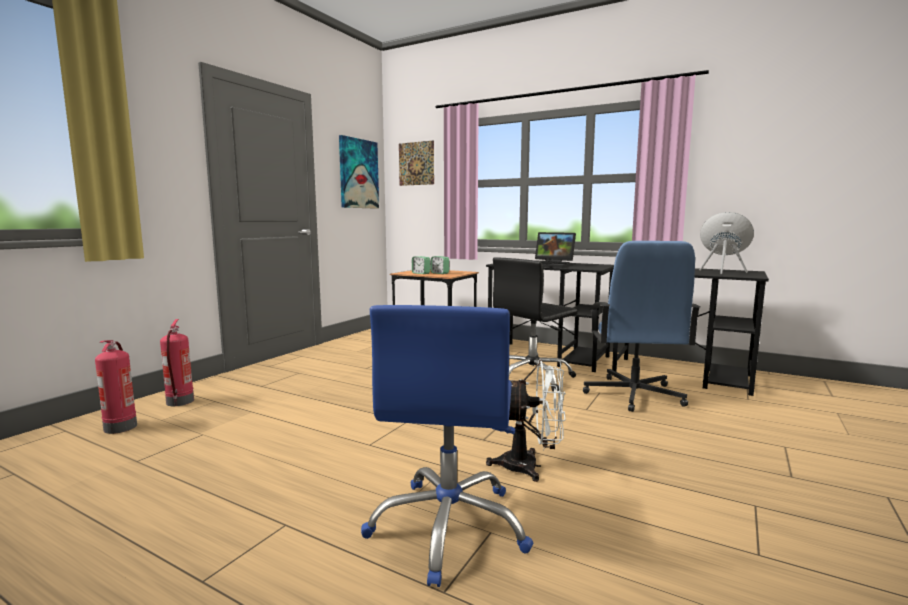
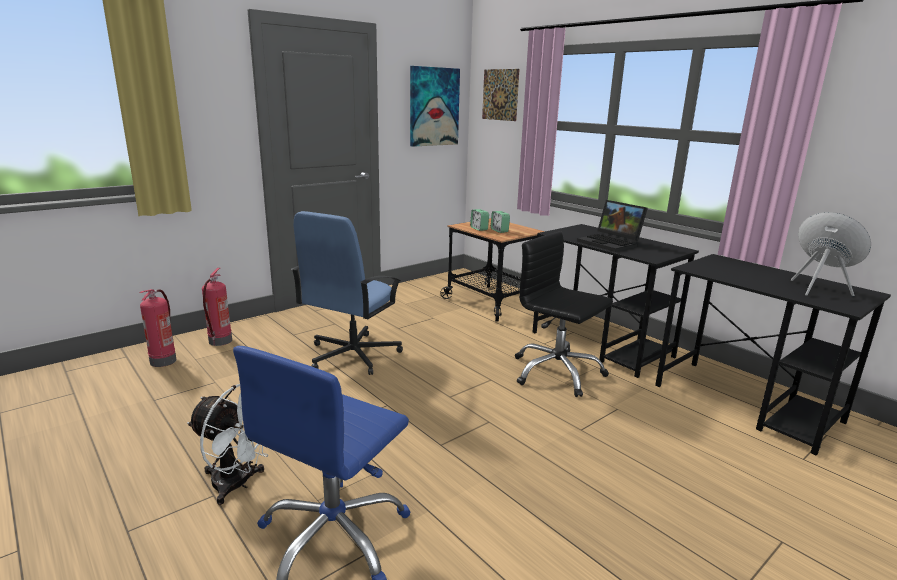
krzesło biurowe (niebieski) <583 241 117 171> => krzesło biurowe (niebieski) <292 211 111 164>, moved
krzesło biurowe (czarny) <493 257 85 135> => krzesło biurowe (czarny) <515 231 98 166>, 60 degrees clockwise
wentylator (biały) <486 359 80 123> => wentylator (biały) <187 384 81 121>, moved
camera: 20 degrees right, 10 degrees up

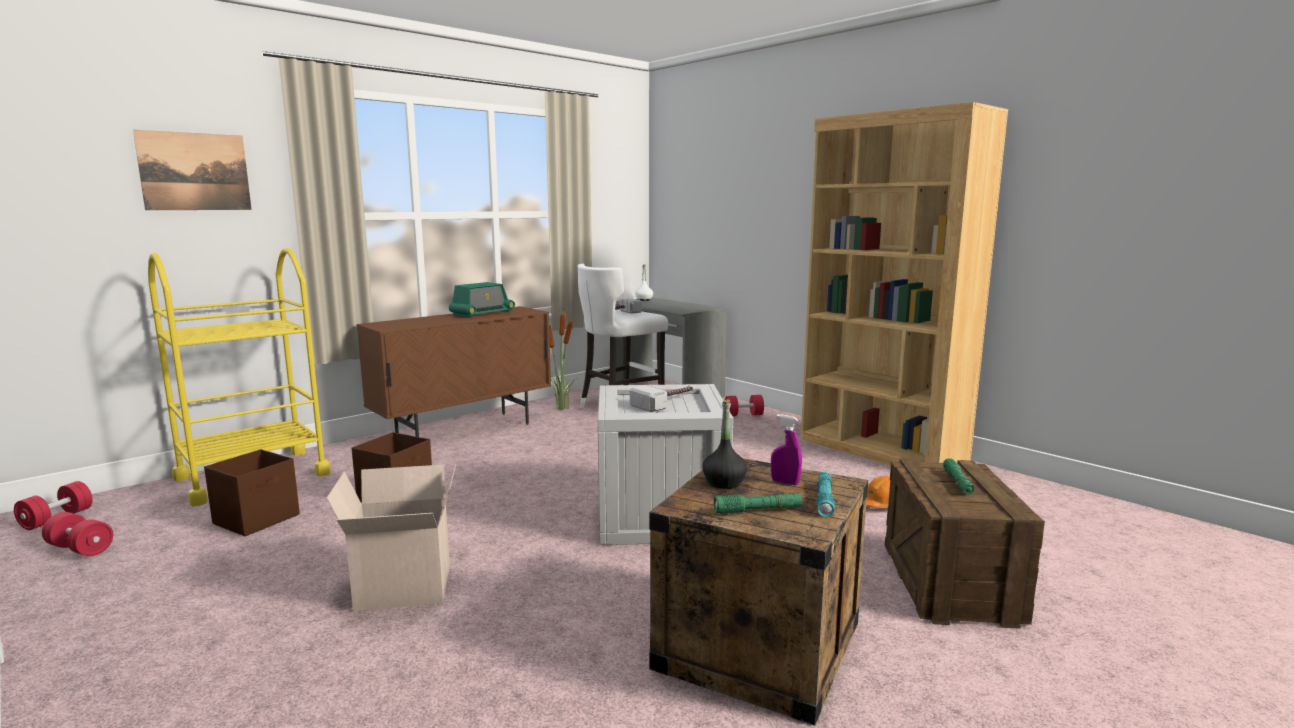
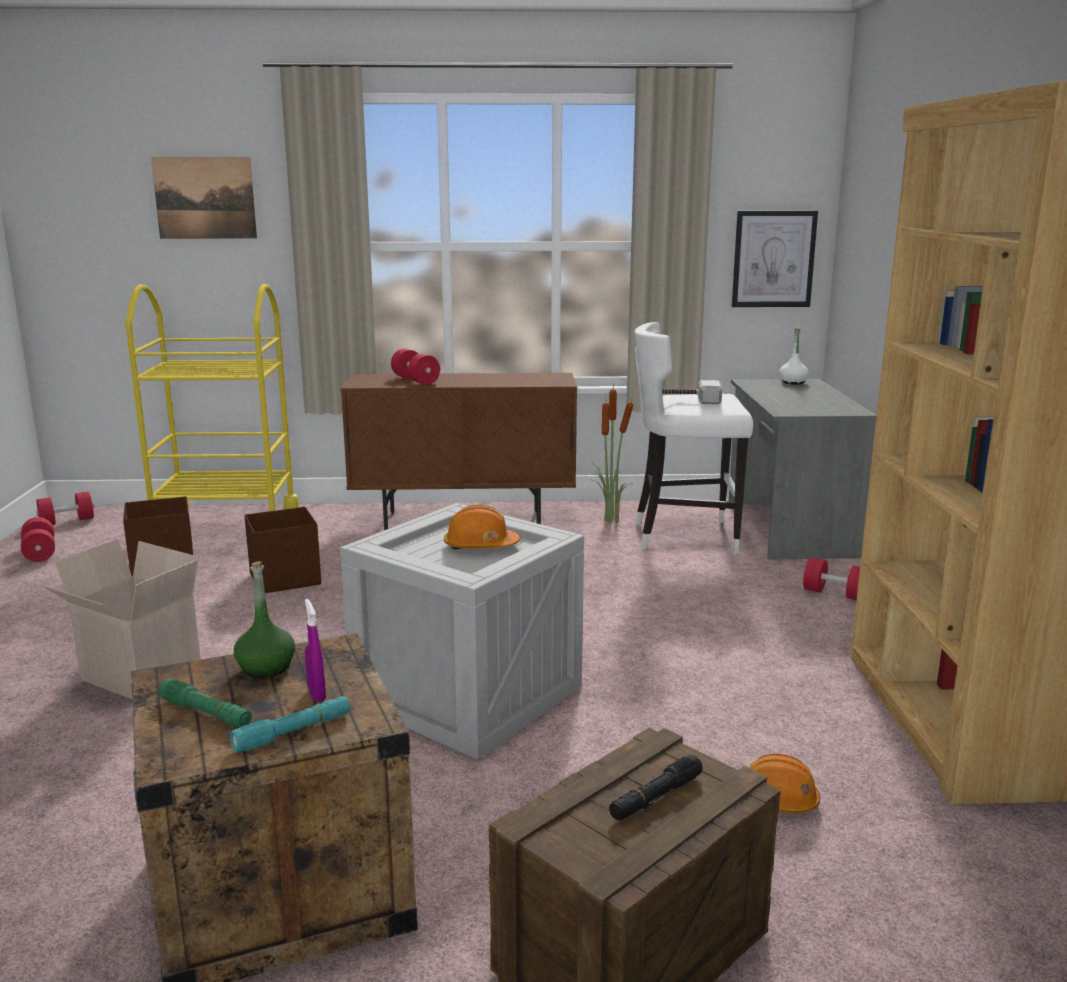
radio <449 282 66 36> => nothing
młotek <630 385 65 27> => kask (pomarańczowy) <444 505 76 45>
butelka (czarny) <702 399 45 90> => butelka (zielony) <234 561 61 117>
latarka (zielony) <943 458 31 36> => latarka (czarny) <609 755 94 65>
nothing => obraz <732 211 86 96>
nothing => hantel (czerwony) <391 348 49 37>
camera: 40 degrees right, 5 degrees up

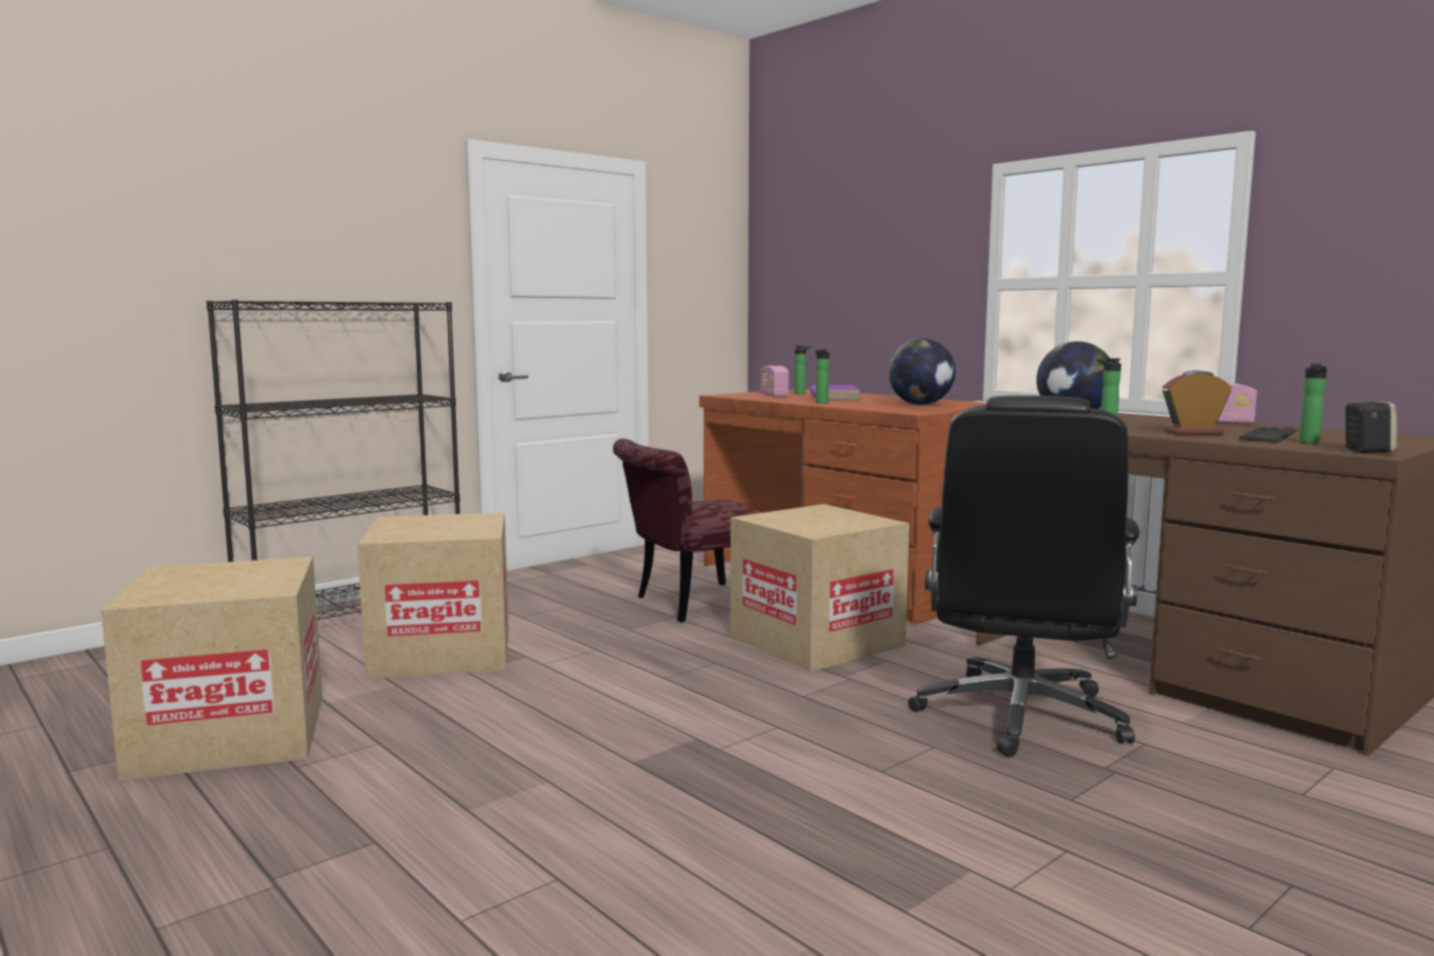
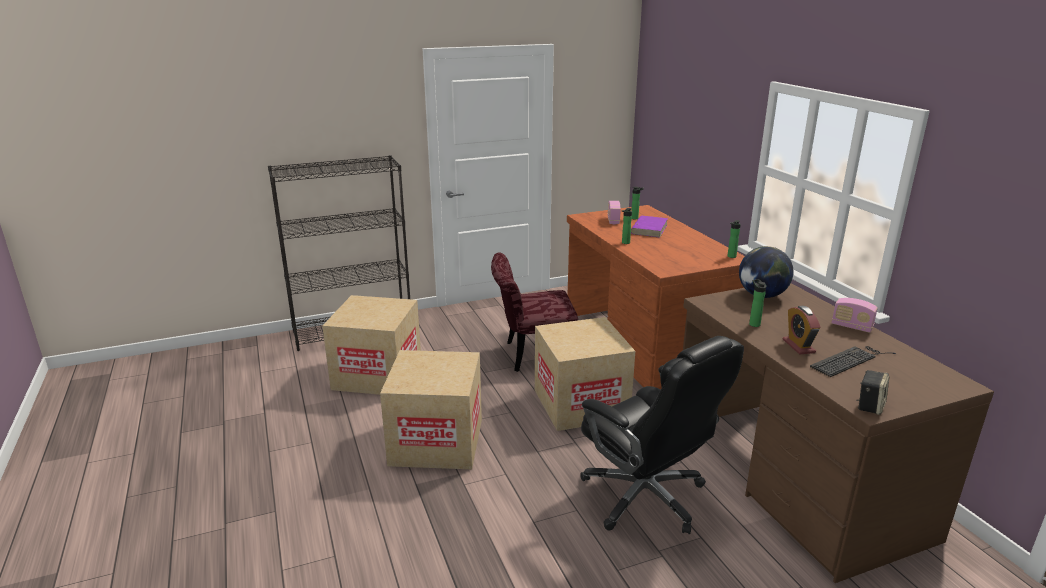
globus <888 338 68 67> => nothing
butelka <1299 364 28 79> => butelka <727 220 14 38>, moved
budzik <1162 370 69 65> => budzik <783 306 37 49>, 120 degrees counterclockwise
krzesło biurowe (czarny) <908 395 232 362> => krzesło biurowe (czarny) <580 336 164 198>, 75 degrees counterclockwise
karton <101 557 221 224> => karton <380 350 102 119>, moved
camera: 20 degrees right, 15 degrees up

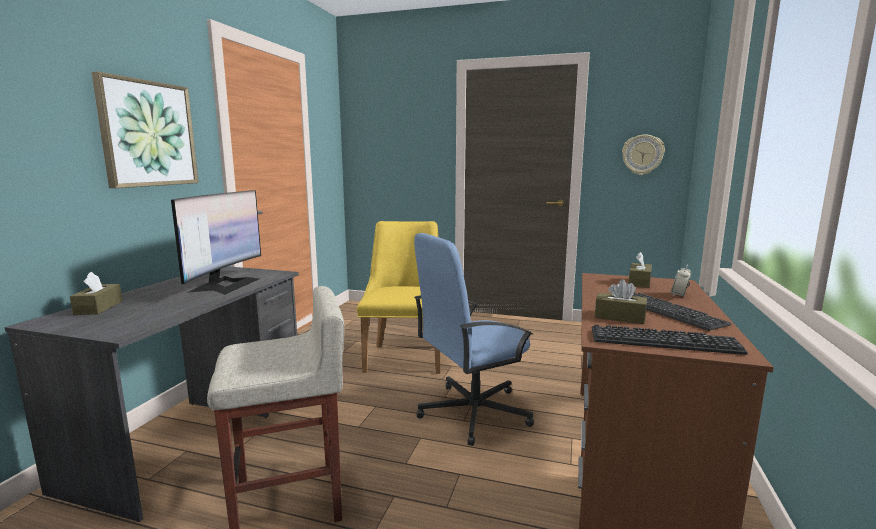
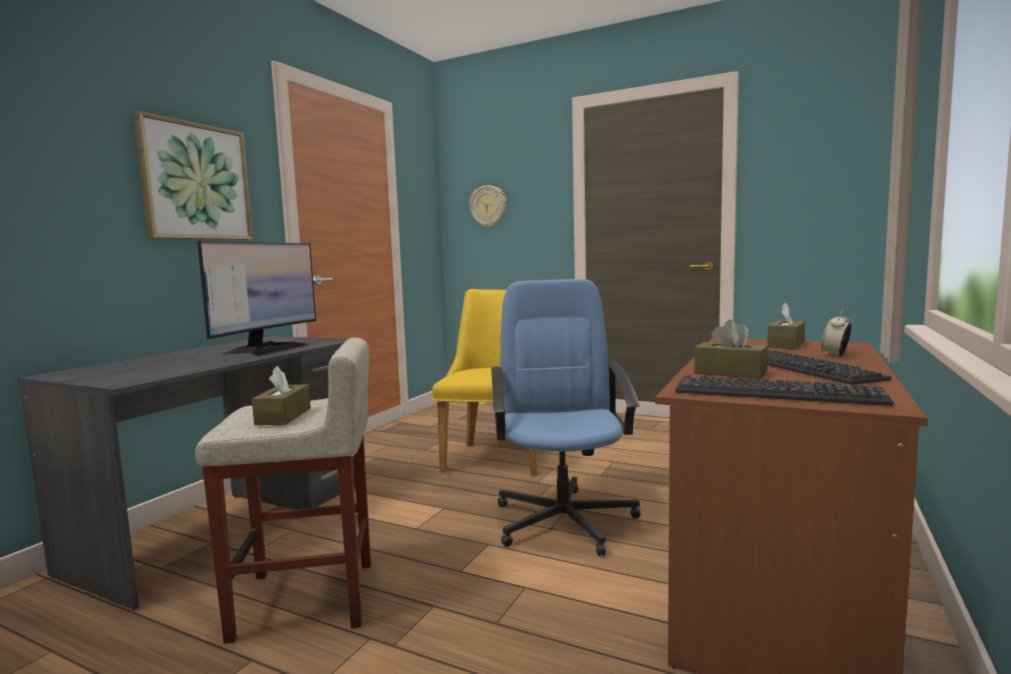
zegar ścienny <622 134 43 41> => zegar ścienny <469 185 37 43>, moved
krzesło biurowe (niebieski) <414 233 120 213> => krzesło biurowe (niebieski) <491 279 149 277>, 105 degrees clockwise
pudełko chusteczek (brązowy) <70 272 52 43> => pudełko chusteczek (brązowy) <252 366 59 59>, moved
camera: 10 degrees right, 5 degrees down

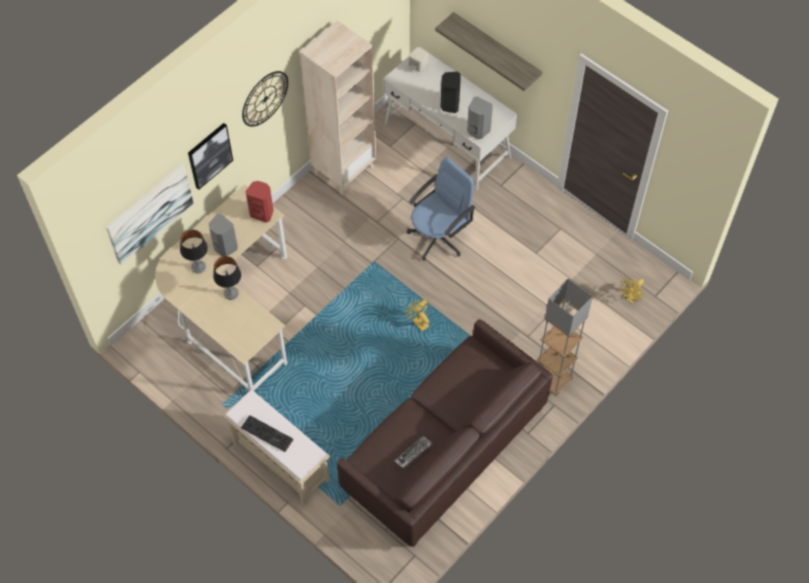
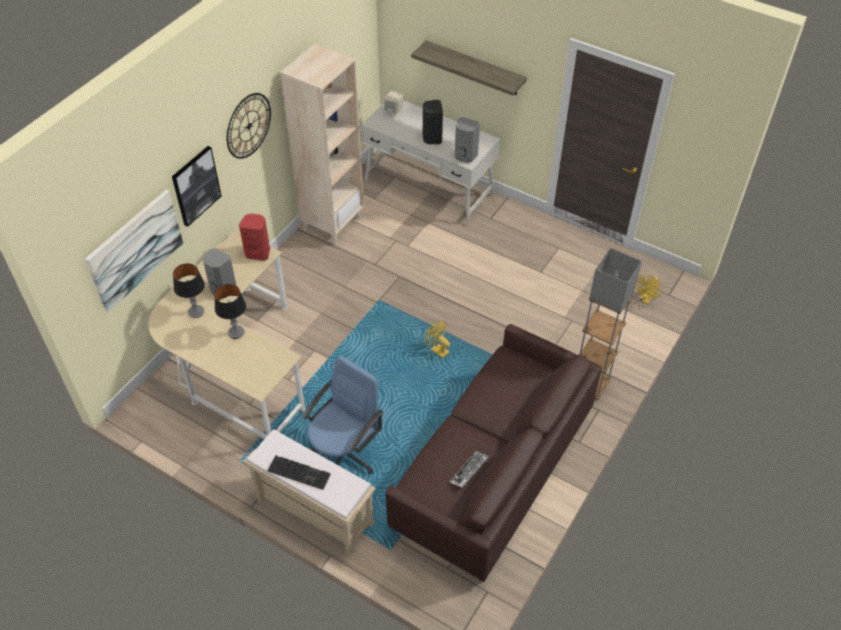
krzesło biurowe (niebieski) <407 157 68 104> => krzesło biurowe (niebieski) <302 356 81 118>, moved
camera: 10 degrees left, 10 degrees down

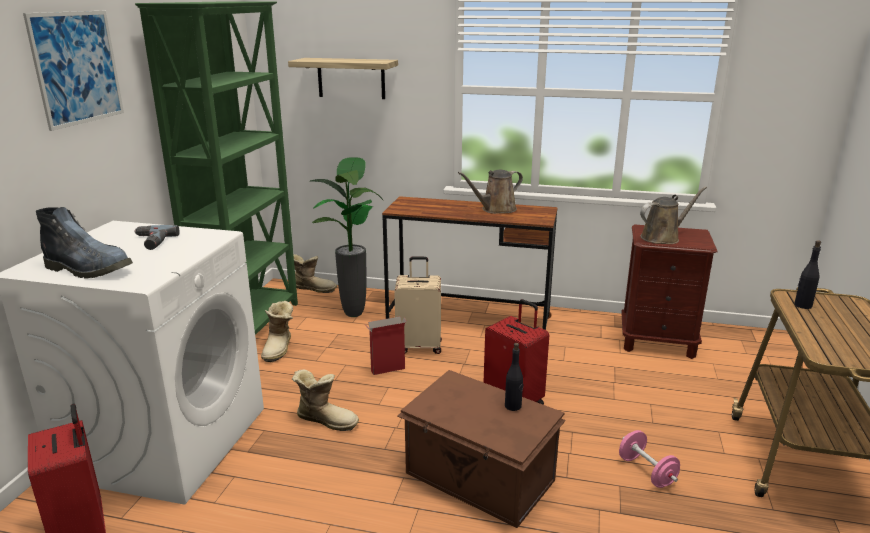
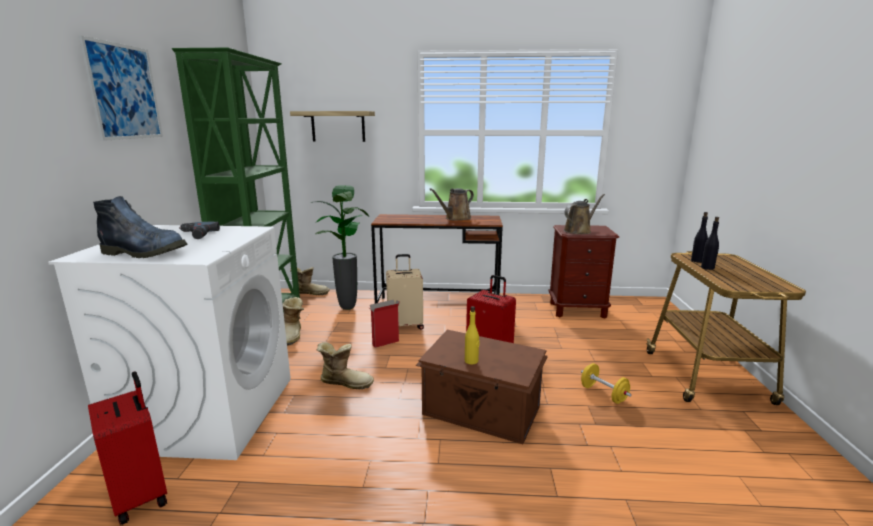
butelka (czarny) <505 343 19 68> => butelka (czarny) <701 217 18 53>, moved
hantel (różowy) <619 430 61 58> => hantel (żółty) <581 363 51 41>
nothing => butelka (żółty) <465 306 15 59>
camera: 10 degrees left, 5 degrees down

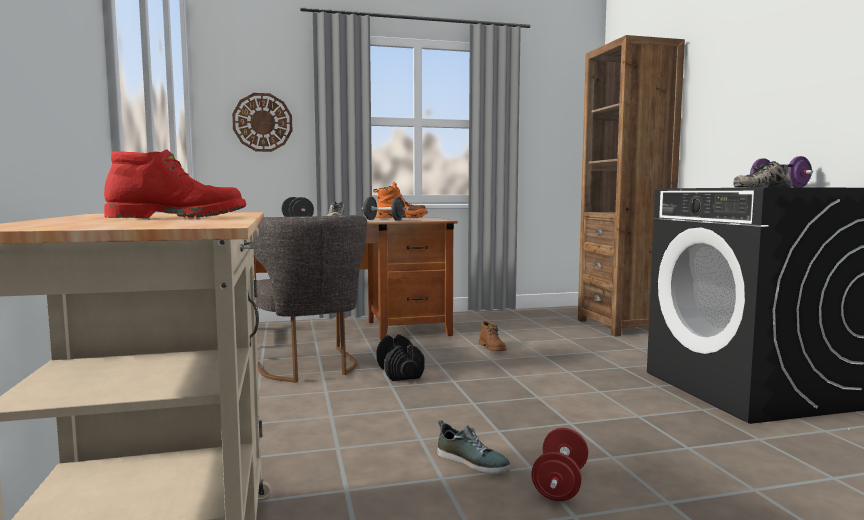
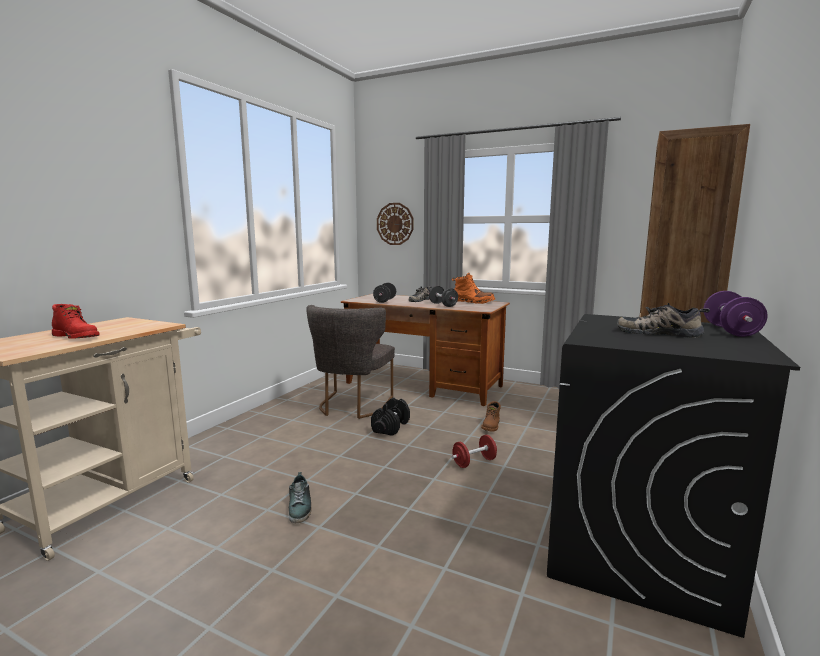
hantel (czerwony) <531 428 57 73> => hantel (czerwony) <452 435 45 33>, moved
camera: 40 degrees right, 5 degrees up

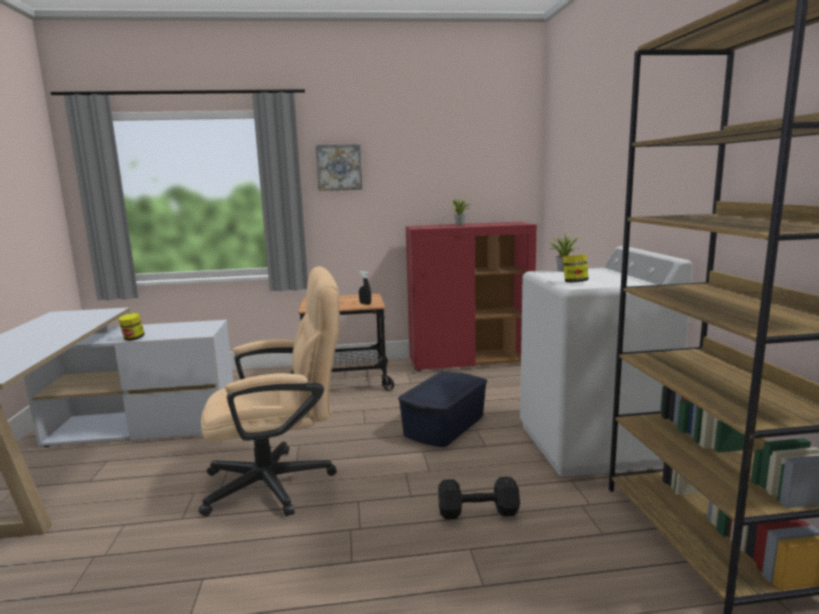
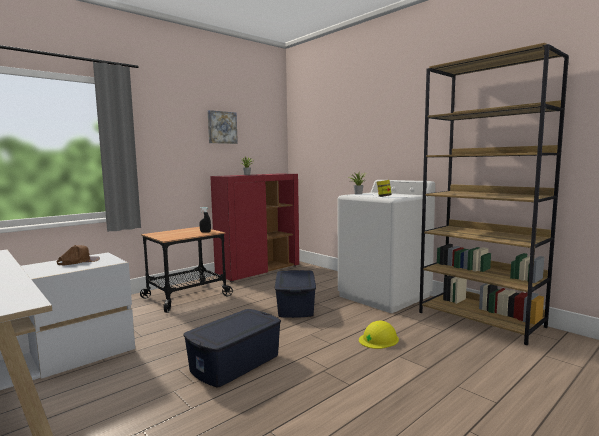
obraz <316 144 46 47> => obraz <208 110 30 34>, moved
krzesło biurowe (beżowy) <199 266 141 251> => pojemnik do przechowywania (niebieski) <183 309 98 78>
słoik <118 313 27 28> => nothing
hantel (czarny) <438 477 82 42> => kask (żółty) <359 321 40 28>
nothing => czapka z daszkiem (brązowy) <57 245 43 21>
camera: 35 degrees left, 5 degrees down

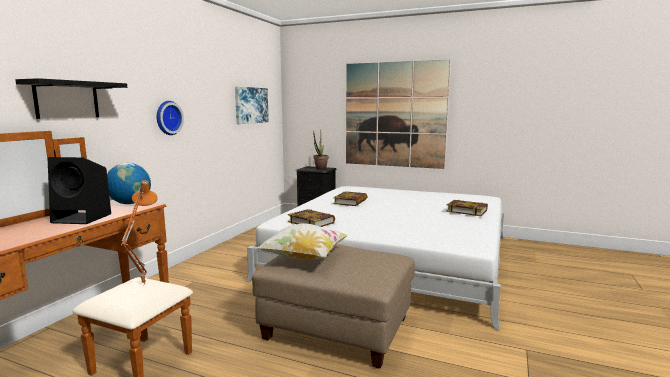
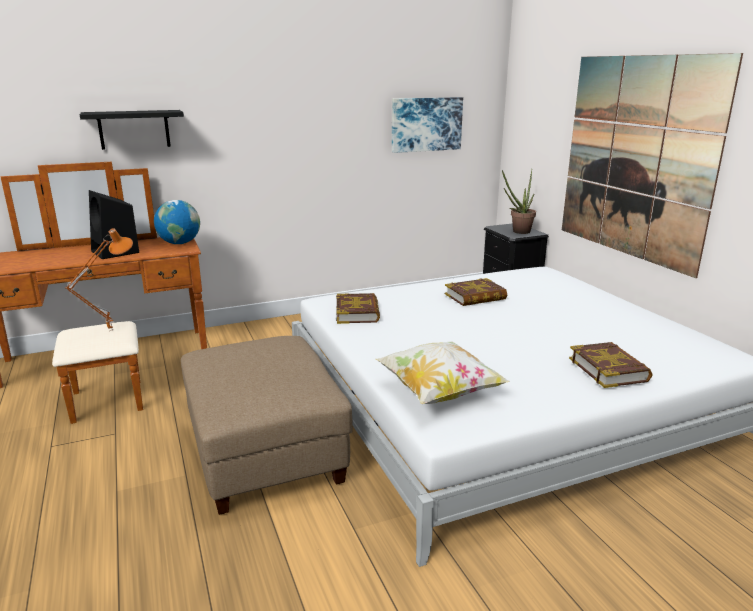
zegar ścienny <157 101 27 34> => nothing
poduszka <257 223 91 37> => poduszka <376 342 134 62>, moved
camera: 45 degrees right, 10 degrees up

